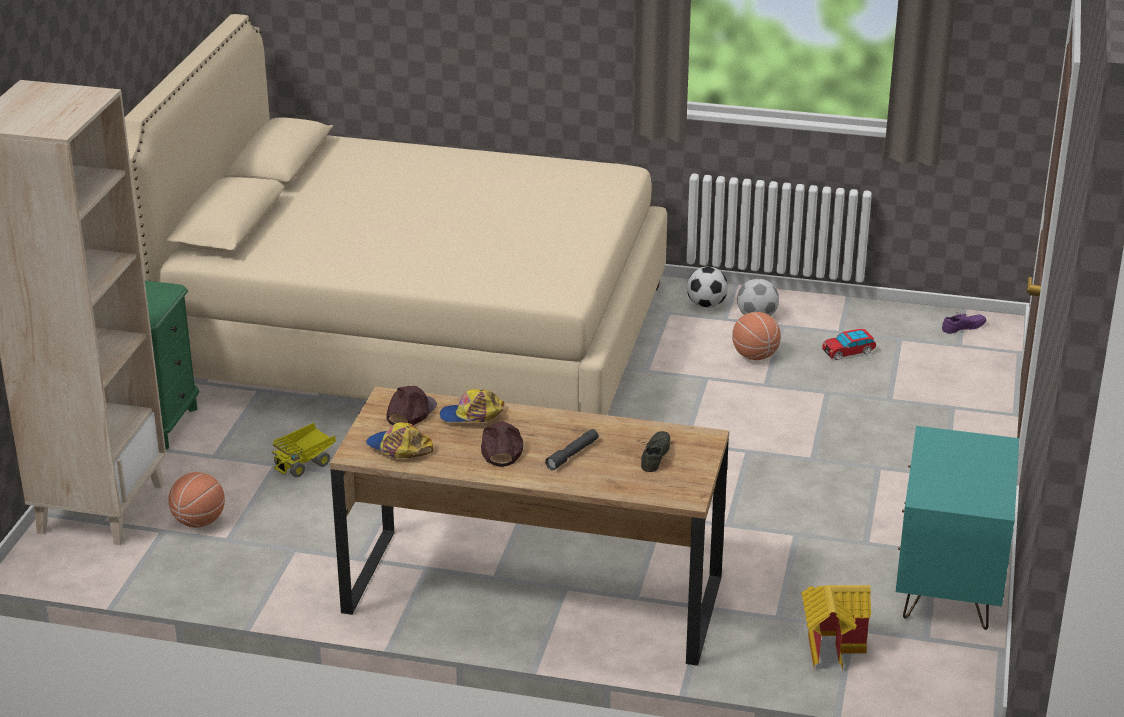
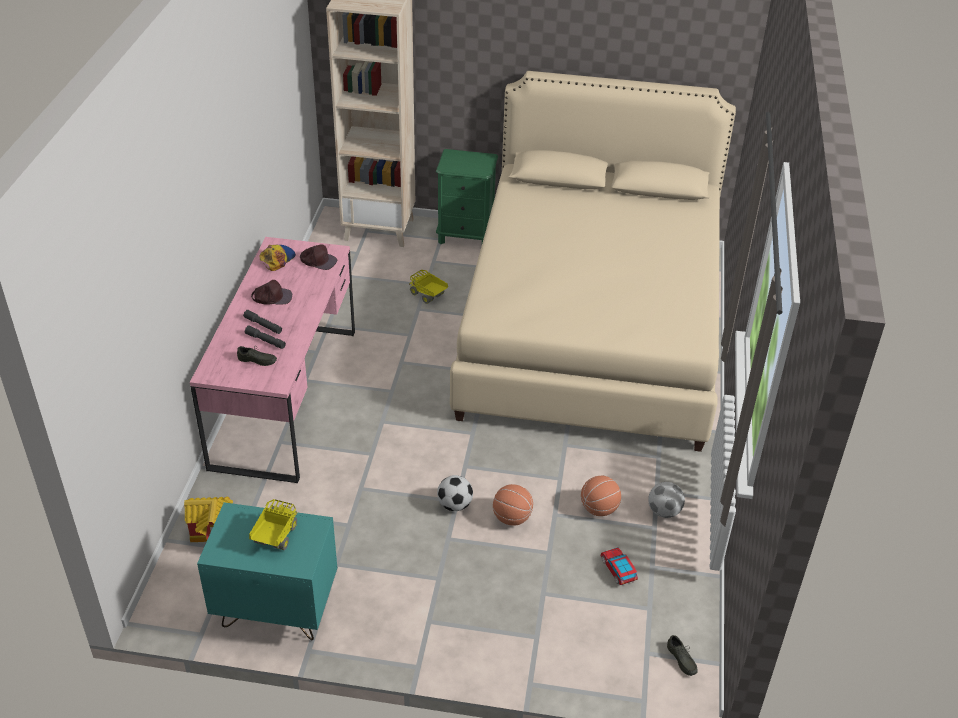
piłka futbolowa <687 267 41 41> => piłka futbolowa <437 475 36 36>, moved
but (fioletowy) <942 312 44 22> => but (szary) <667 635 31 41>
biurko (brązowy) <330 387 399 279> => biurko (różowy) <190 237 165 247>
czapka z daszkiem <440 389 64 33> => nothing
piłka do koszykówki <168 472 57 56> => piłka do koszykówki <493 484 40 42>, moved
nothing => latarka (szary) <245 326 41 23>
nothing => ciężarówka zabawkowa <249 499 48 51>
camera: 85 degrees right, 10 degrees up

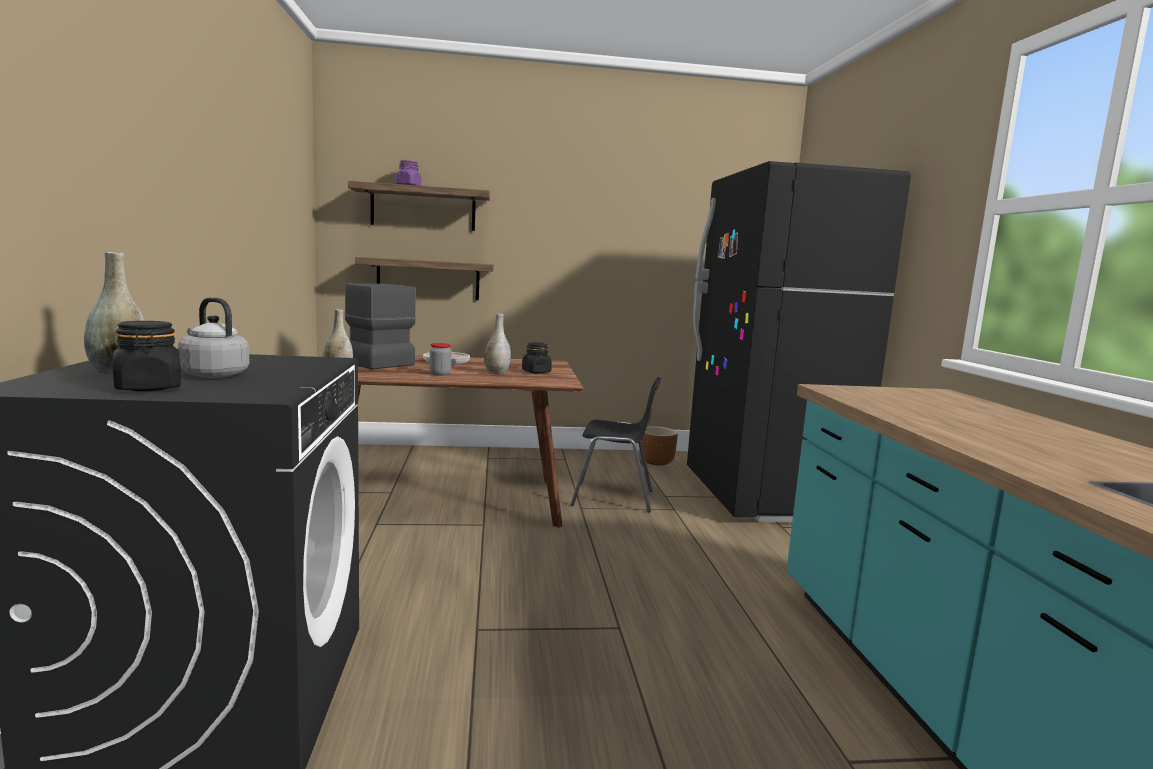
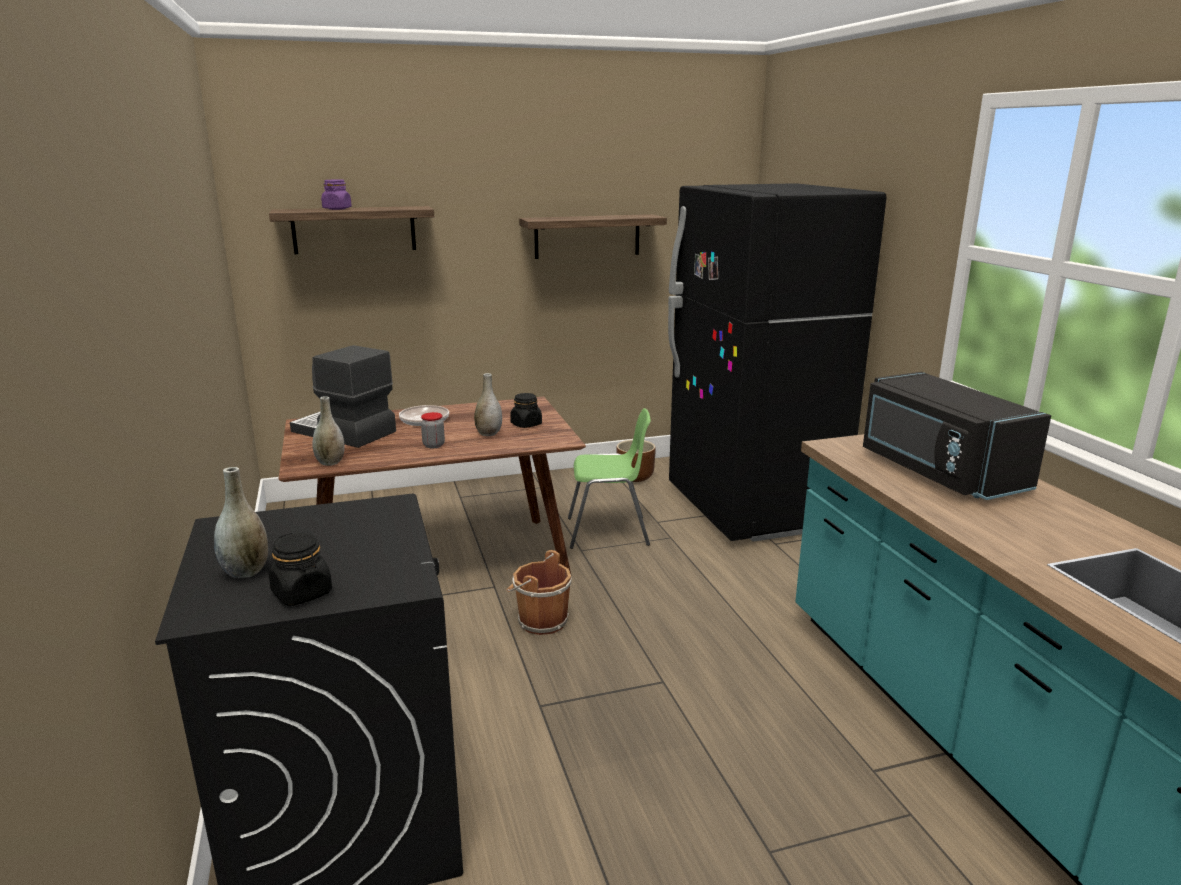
półka <355 257 139 43> => półka <519 214 148 45>, moved
czajnik (szary) <178 297 72 81> => nothing
krzesło (czarny) <571 377 90 136> => krzesło (zielony) <568 408 83 141>
nothing => mikrofalówka (czarny) <863 372 188 128>
nothing => wiadro (brązowy) <507 550 65 85>
camera: 10 degrees left, 10 degrees up

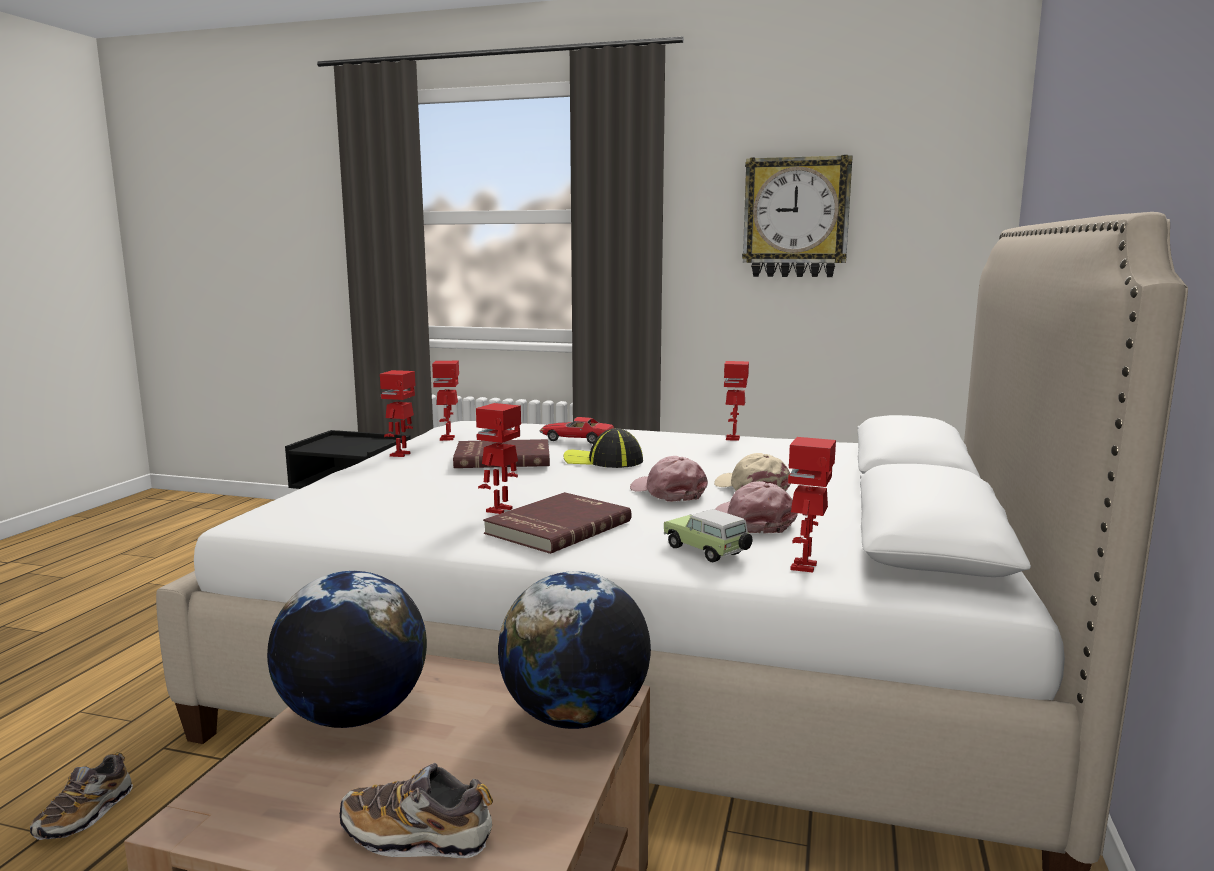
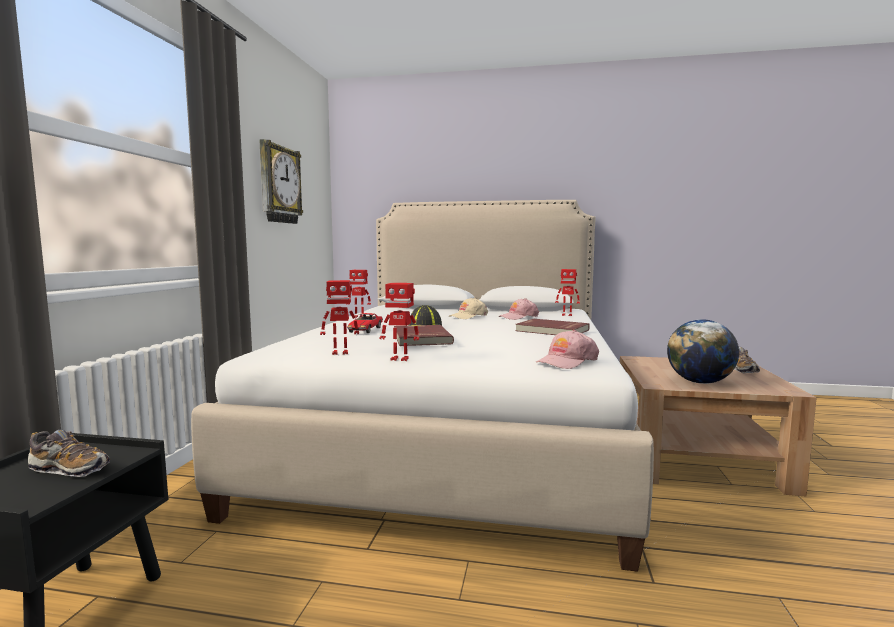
robot zabawkowy <476 403 45 111> => nothing
czapka z daszkiem (różowy) <630 456 78 46> => czapka z daszkiem (różowy) <536 330 63 39>, moved
samochodzik <664 509 89 53> => nothing
globus <498 571 153 158> => nothing
but <30 752 103 88> => but <28 430 82 47>, moved
camera: 95 degrees left, 5 degrees down

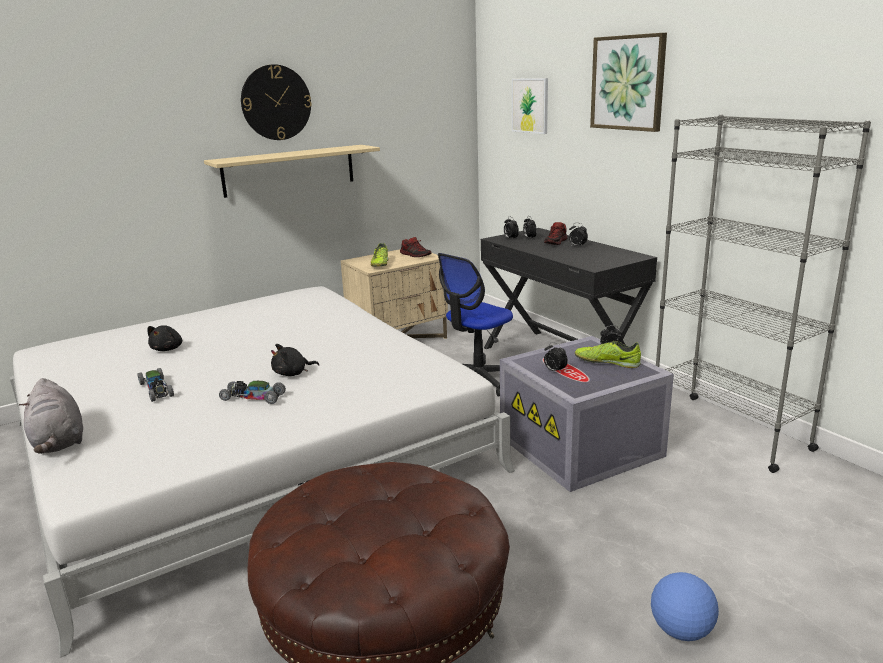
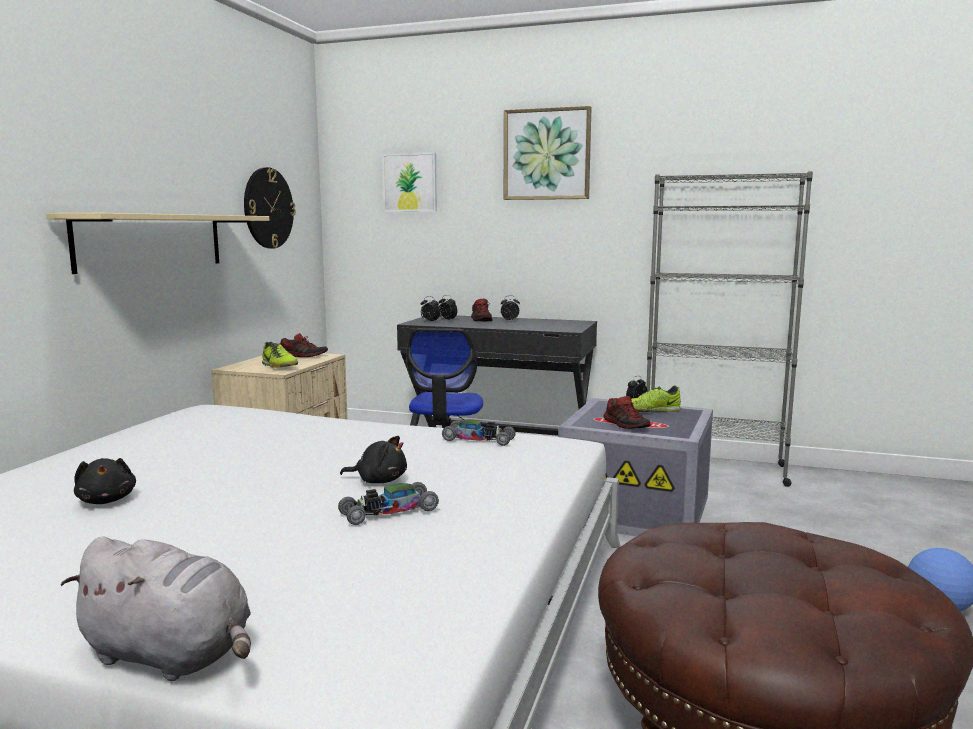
zegar ścienny <241 64 71 76> => zegar ścienny <244 167 52 82>, moved
budzik <544 342 24 31> => but <603 396 47 33>
pluszak (czarny) <271 344 48 32> => pluszak (czarny) <340 436 67 47>, 105 degrees counterclockwise
samochodzik <137 368 37 34> => samochodzik <442 420 74 26>, moved
camera: 40 degrees left, 10 degrees down

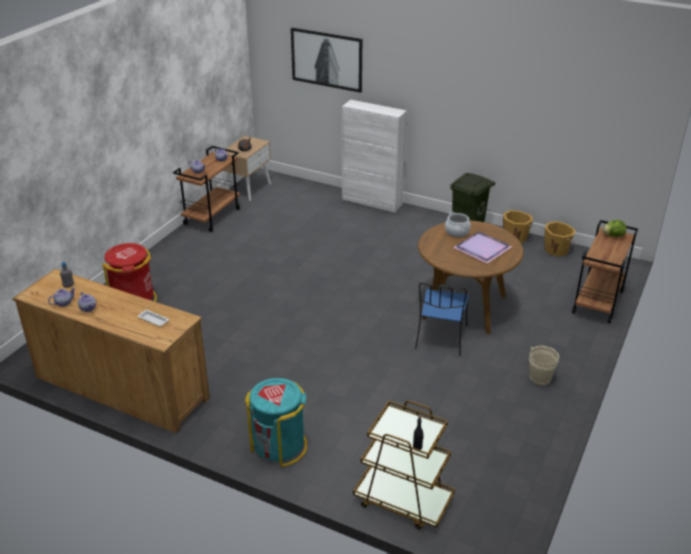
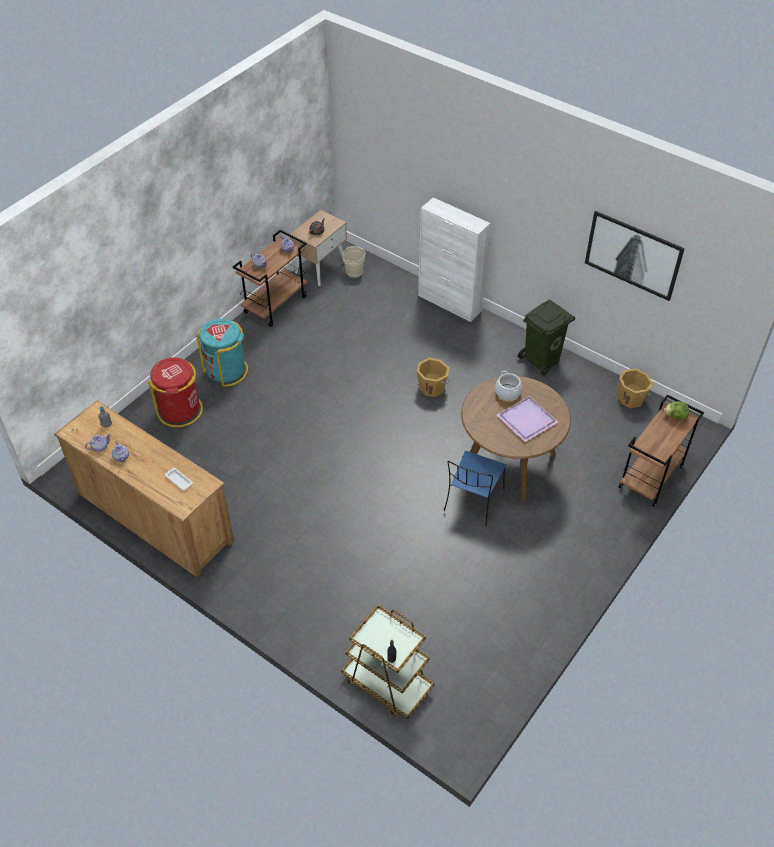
obraz <291 27 71 66> => obraz <585 211 100 90>, moved
wiadro (pomarańczowy) <503 210 31 34> => wiadro (pomarańczowy) <417 358 33 39>, moved
wiadro (beżowy) <529 346 31 39> => wiadro (beżowy) <343 246 22 31>, moved
kosz na śmieci (turkusowy) <245 378 62 89> => kosz na śmieci (turkusowy) <196 319 52 68>, moved
camera: 10 degrees right, 15 degrees up

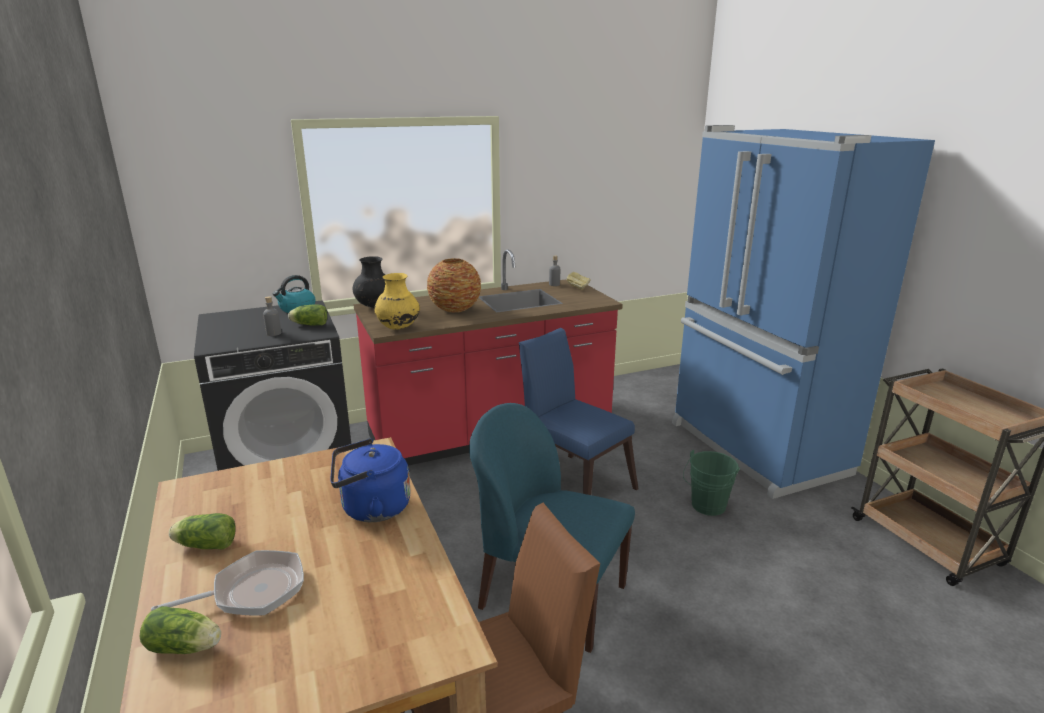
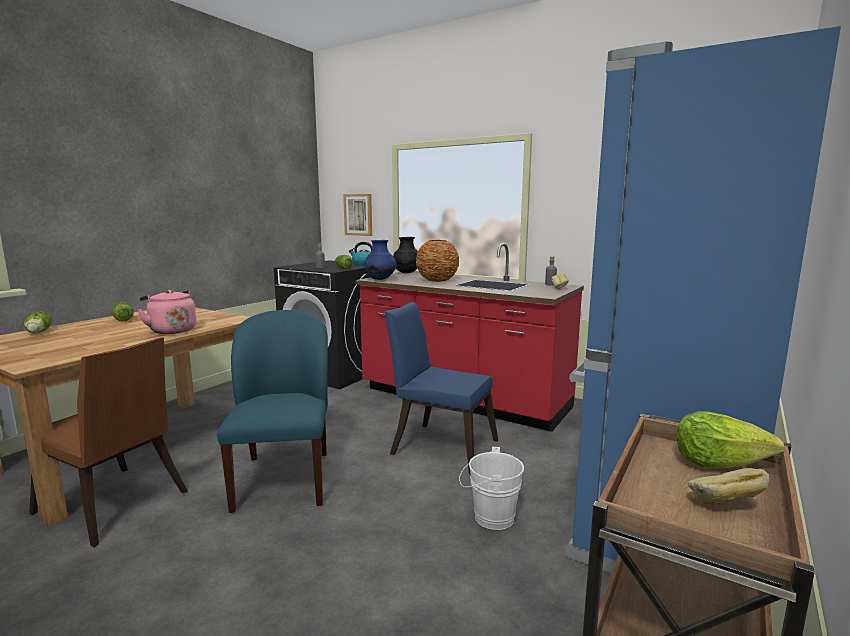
wazon (żółty) <375 273 45 57> => wazon (niebieski) <364 240 33 40>
krzesło (niebieski) <519 328 120 167> => krzesło (niebieski) <384 302 114 173>, 75 degrees counterclockwise
czajnik (niebieski) <330 439 81 83> => czajnik (różowy) <137 290 59 44>
wiadro (zielony) <683 450 57 66> => wiadro (biały) <459 447 65 83>
patelnia <151 550 153 66> => nothing
nothing => obraz <343 194 29 42>
nothing => sałata <677 411 107 57>
nothing => chleb <688 468 82 36>
camera: 55 degrees right, 10 degrees down

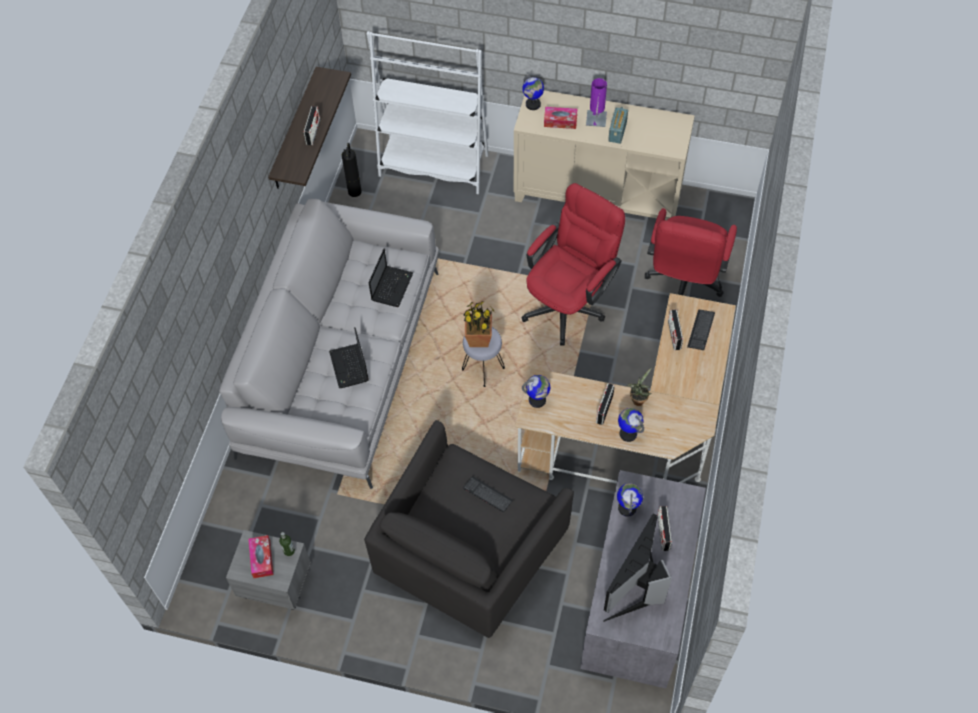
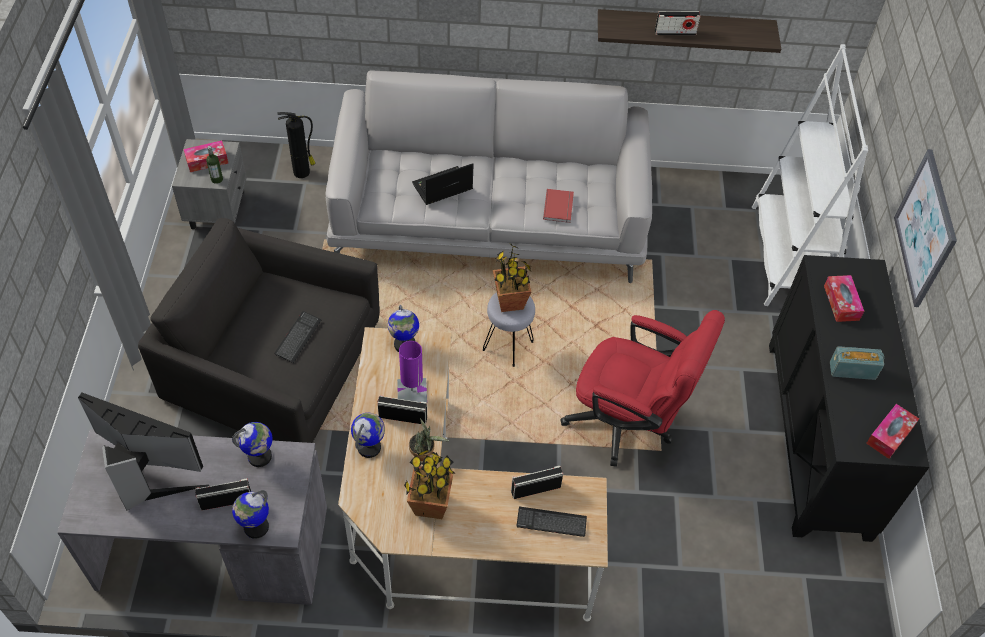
globus <522 75 22 35> => globus <232 490 37 49>, moved
lampa stołowa (fioletowy) <586 78 21 49> => lampa stołowa (fioletowy) <397 341 30 61>, moved
szafka (beżowy) <514 90 181 130> => szafka (czarny) <769 255 160 287>
gaśnica <342 143 20 54> => gaśnica <277 112 39 66>, moved
krzesło biurowe (czerwony) <645 208 92 89> => nothing
laptop <369 249 44 58> => książka (czerwony) <543 189 31 34>
nothing => obraz <894 149 63 158>
nothing => pudełko chusteczek <866 404 53 55>
nothing => roślina doniczkowa <404 450 51 69>
camera: 75 degrees right, 5 degrees down

